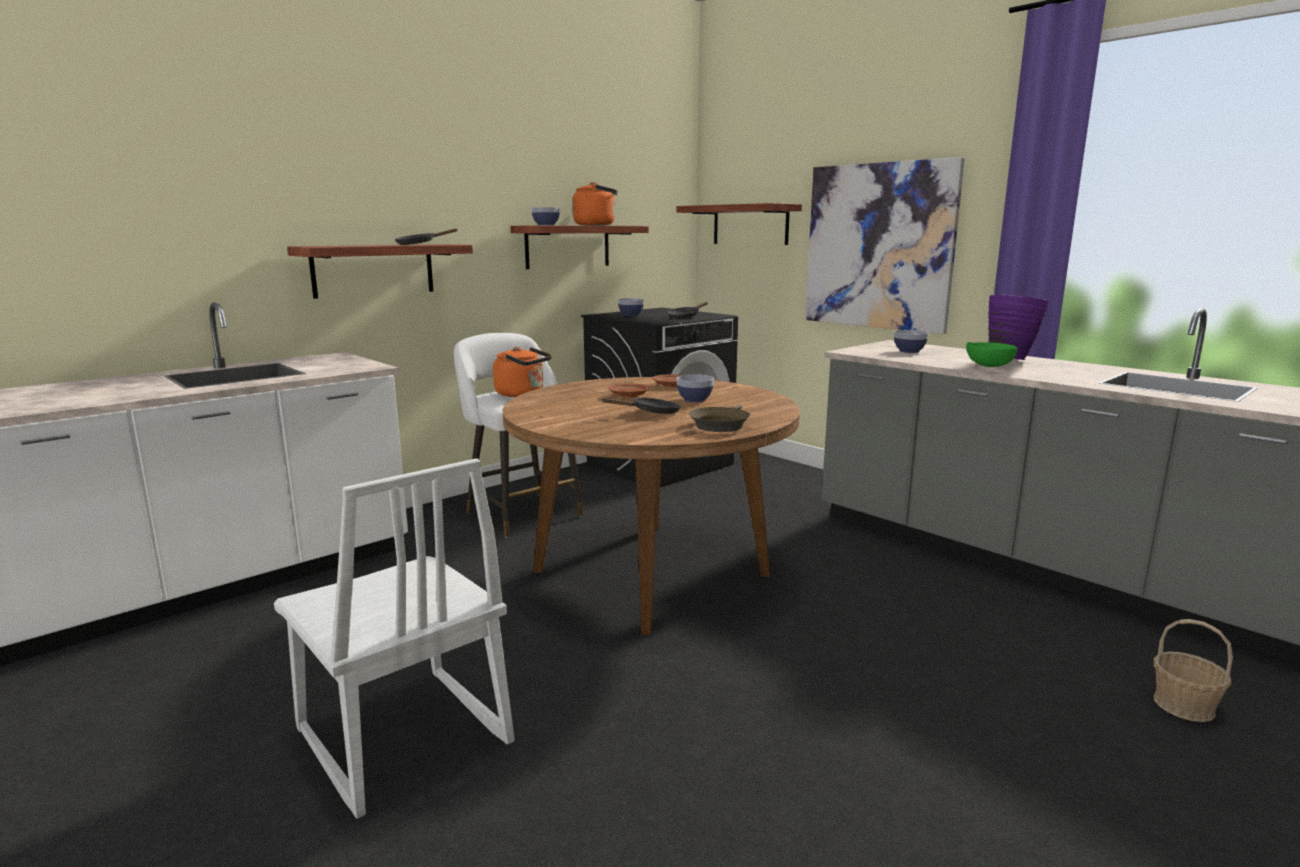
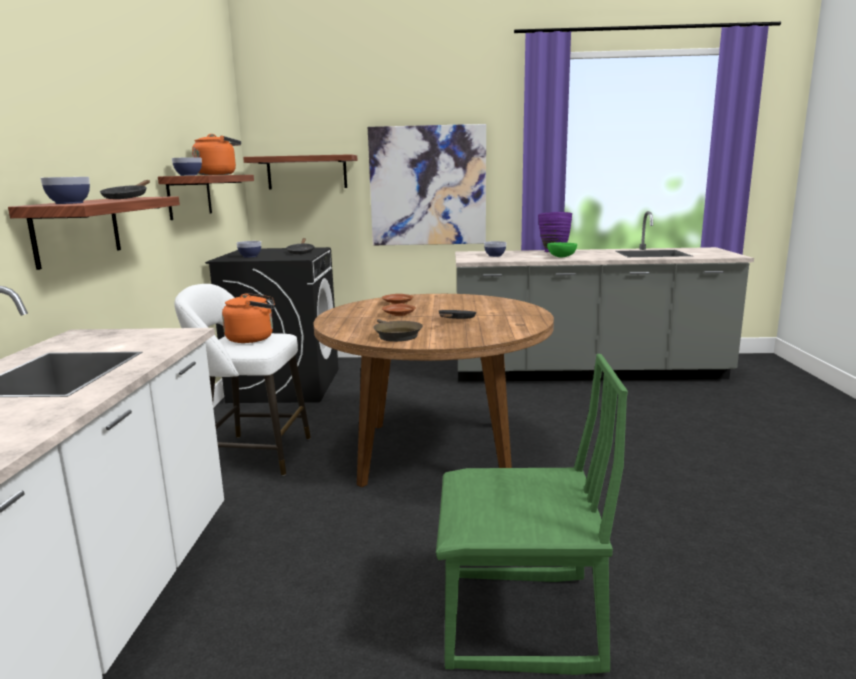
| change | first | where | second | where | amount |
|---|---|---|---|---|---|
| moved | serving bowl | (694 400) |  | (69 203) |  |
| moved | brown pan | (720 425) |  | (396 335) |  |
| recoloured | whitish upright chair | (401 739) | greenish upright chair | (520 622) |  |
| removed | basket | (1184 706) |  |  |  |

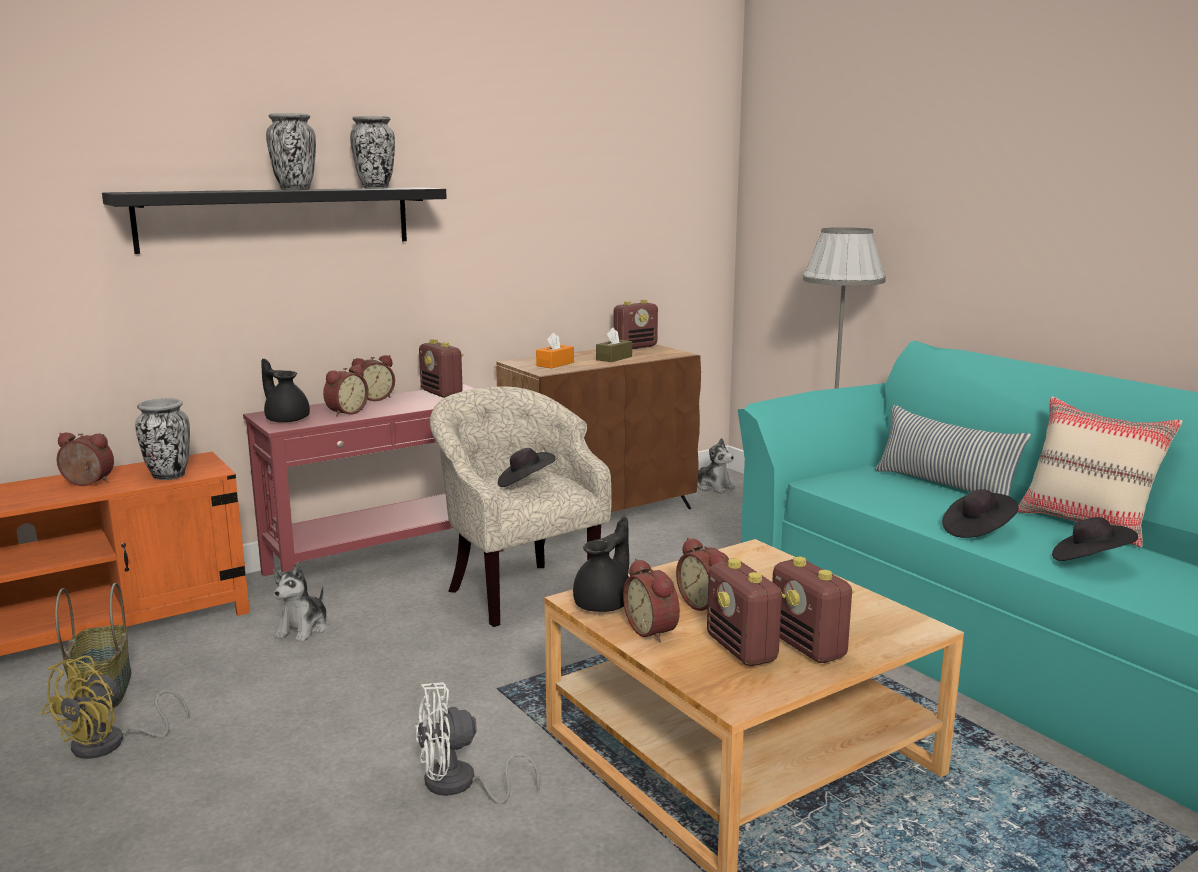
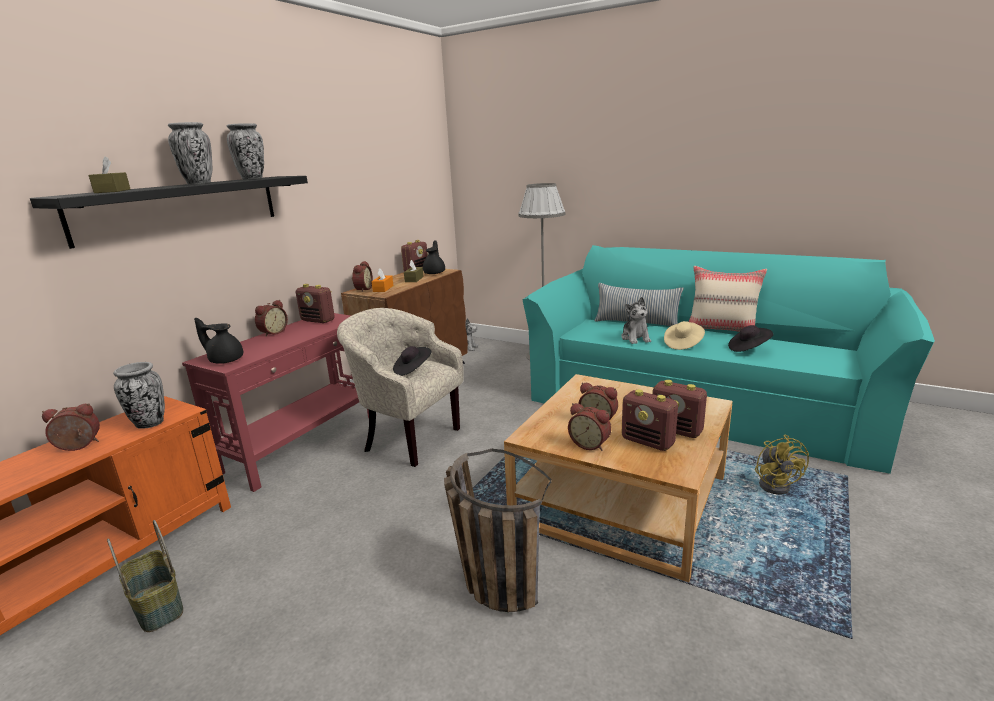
| change | first | where | second | where | amount |
|---|---|---|---|---|---|
| added |  |  | brown box of tissues | (112 191) |  |
| moved | bedside clock | (345 412) |  | (362 289) |  |
| moved | black teapot | (605 604) |  | (435 273) |  |
| replaced | whitish electric fan | (459 785) | basket | (489 578) |  |
| moved | cuddly toy | (304 629) |  | (635 338) |  |
| recoloured | black hat | (977 531) | beige-coloured hat | (683 344) |  |
| moved | yellow electric fan | (110 744) |  | (776 484) |  |

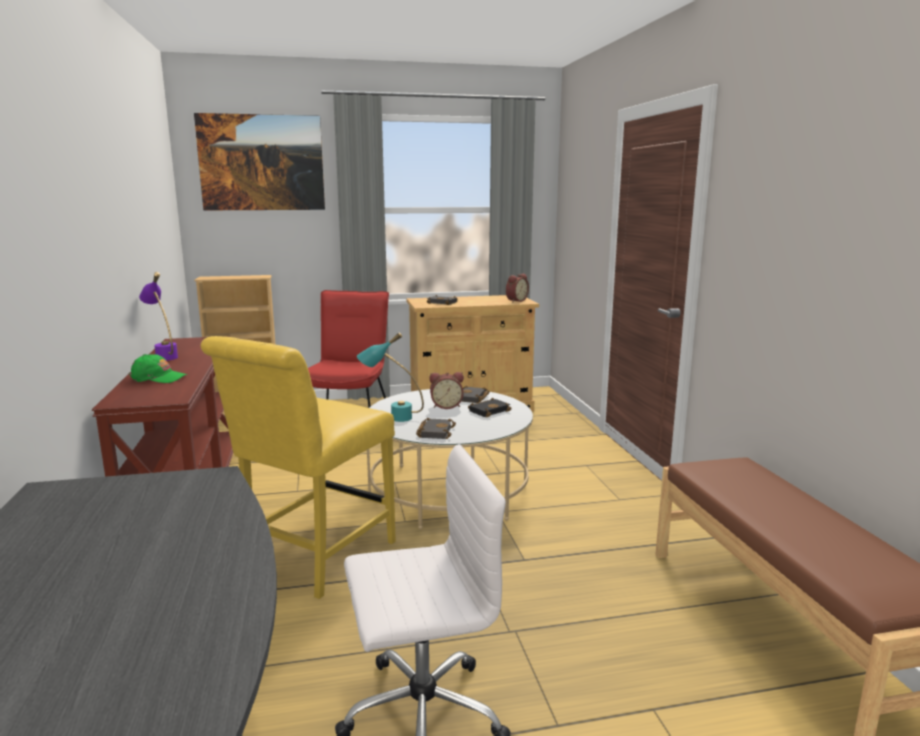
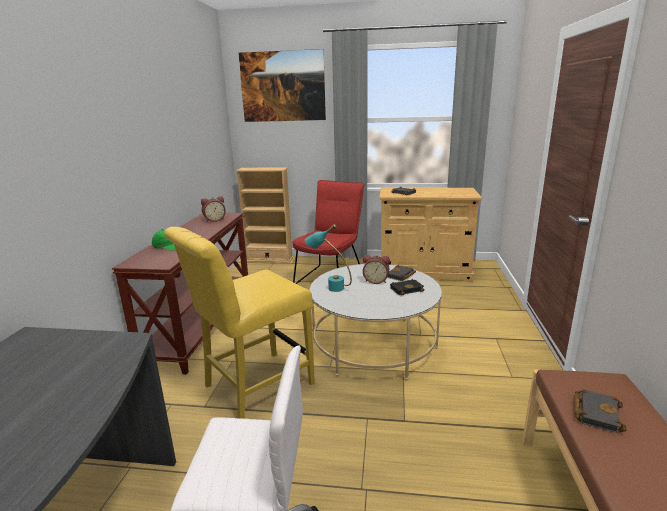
| change | first | where | second | where | amount |
|---|---|---|---|---|---|
| moved | bedside clock | (515 301) |  | (214 220) |  |
| moved | black book | (434 432) |  | (595 412) |  |
| removed | purple-coloured table lamp | (163 356) |  |  |  |

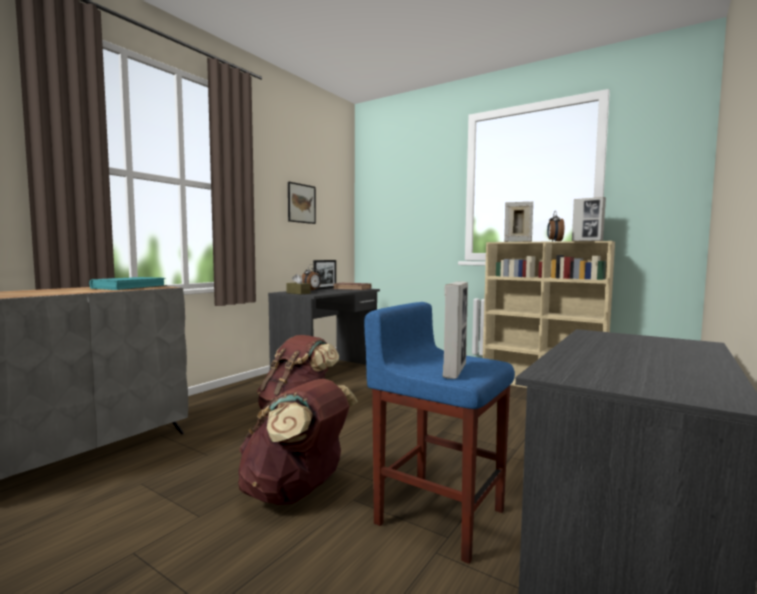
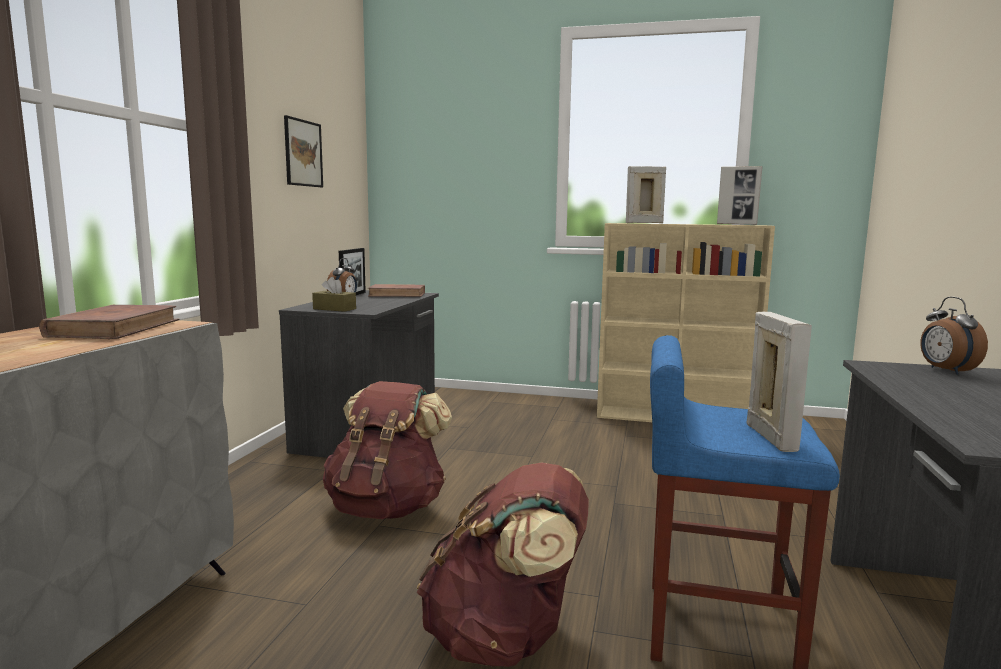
| change | first | where | second | where | amount |
|---|---|---|---|---|---|
| recoloured | blue-green book | (130 287) | brown book | (115 328) |  |
| moved | bedside clock | (554 241) |  | (945 371) |  |

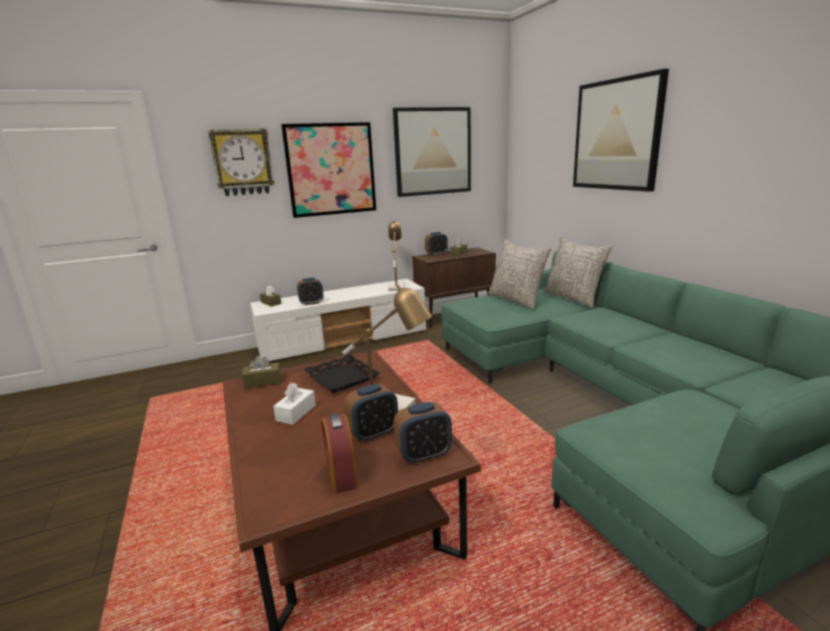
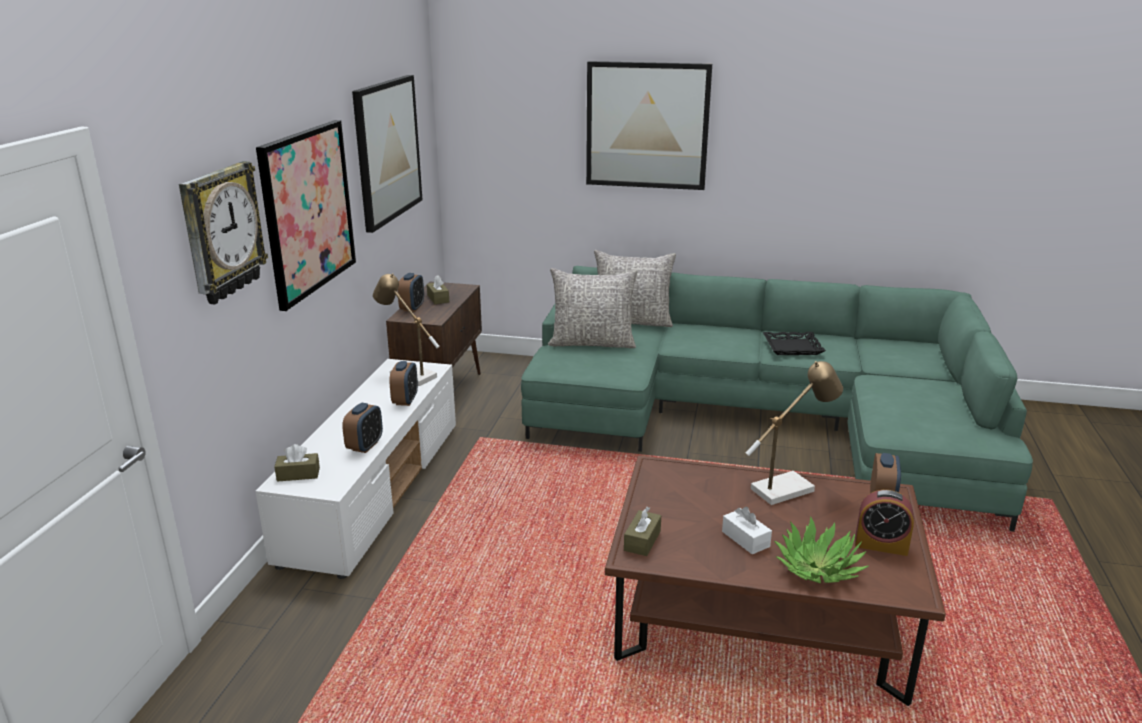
| change | first | where | second | where | amount |
|---|---|---|---|---|---|
| moved | bedside clock | (373 433) |  | (405 400) |  |
| moved | black tray | (342 378) |  | (792 347) |  |
| added |  |  | potted plant | (818 568) |  |

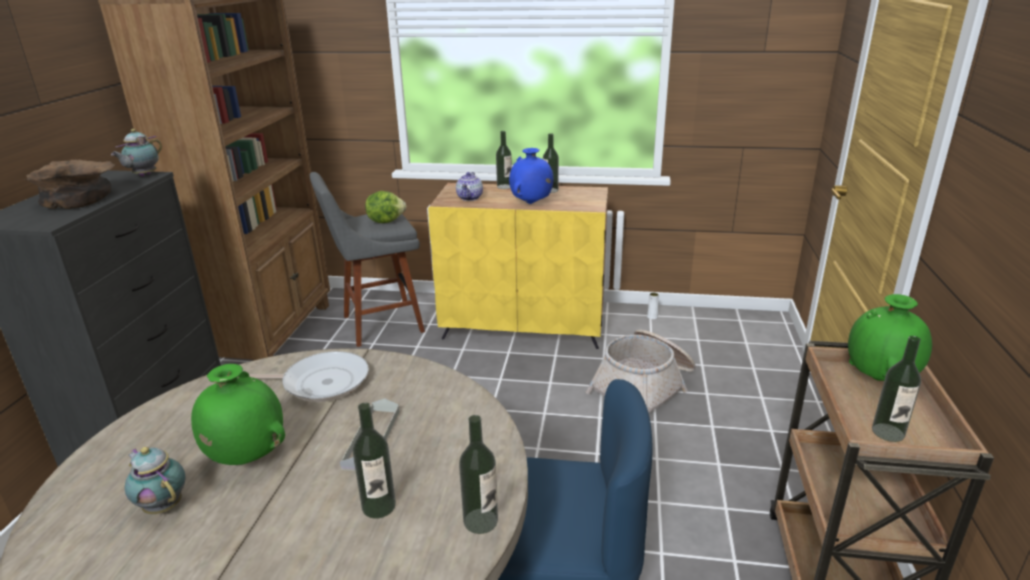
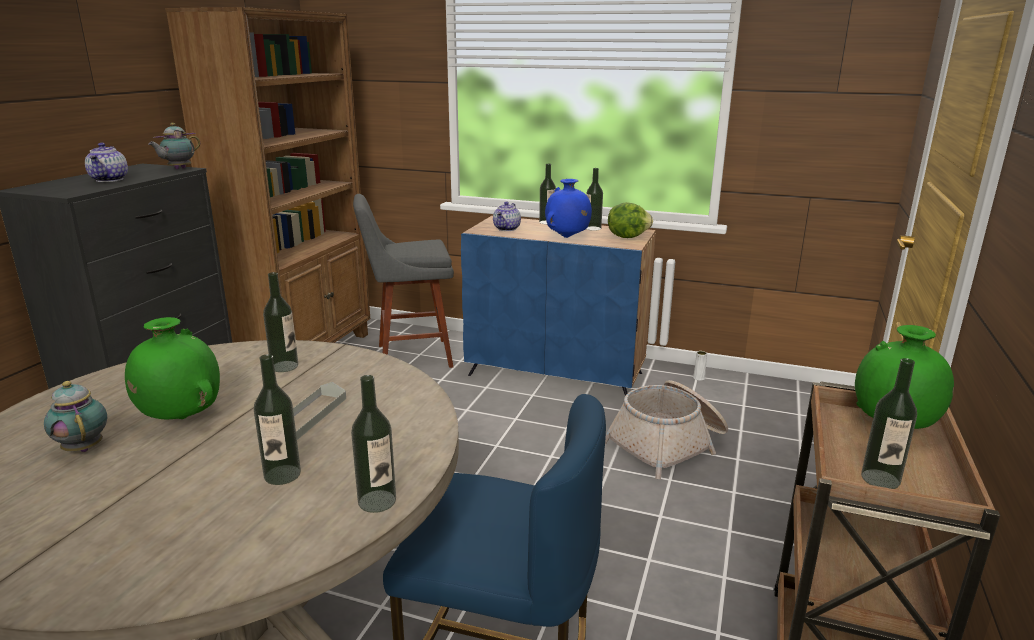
| change | first | where | second | where | amount |
|---|---|---|---|---|---|
| replaced | brown serving bowl | (79 199) | teapot | (110 180) |  |
| replaced | pan | (321 382) | drink bottle | (284 366) |  |
| recoloured | yellow cabinet | (524 327) | blue-coloured cabinet | (556 374) |  |
| moved | head of lettuce | (385 221) |  | (627 236) |  |

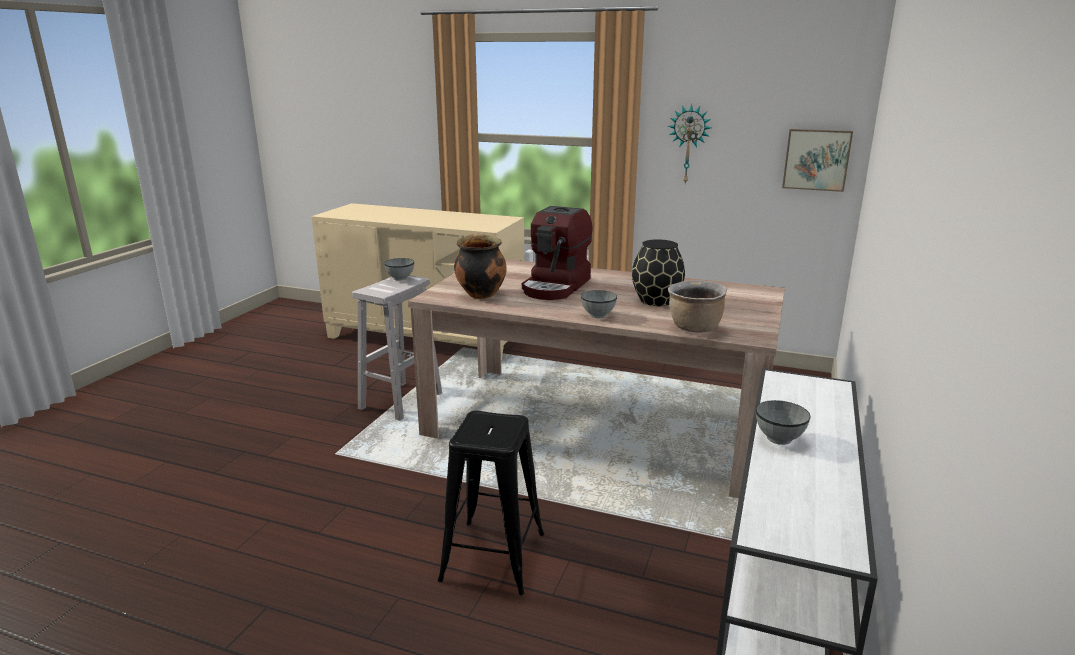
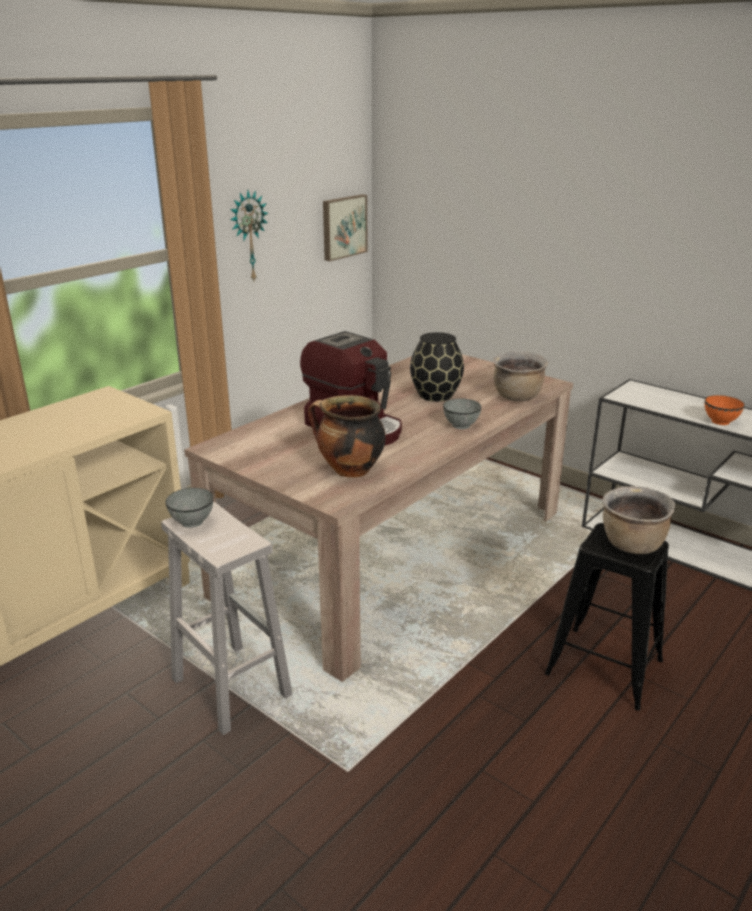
| change | first | where | second | where | amount |
|---|---|---|---|---|---|
| added |  |  | brown saucepot | (632 545) |  |
| recoloured | grey serving bowl | (779 438) | orangey serving bowl | (720 421) |  |

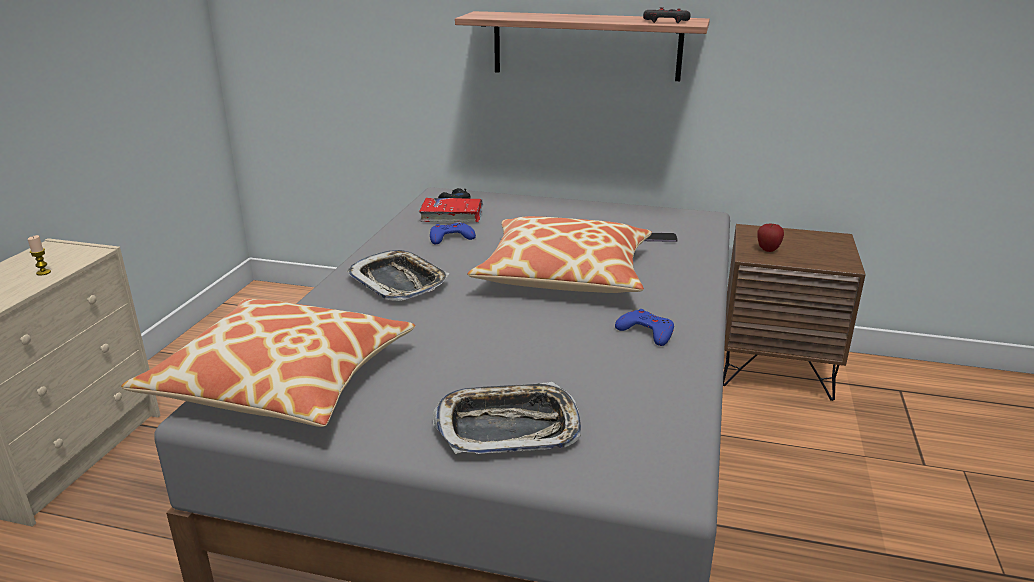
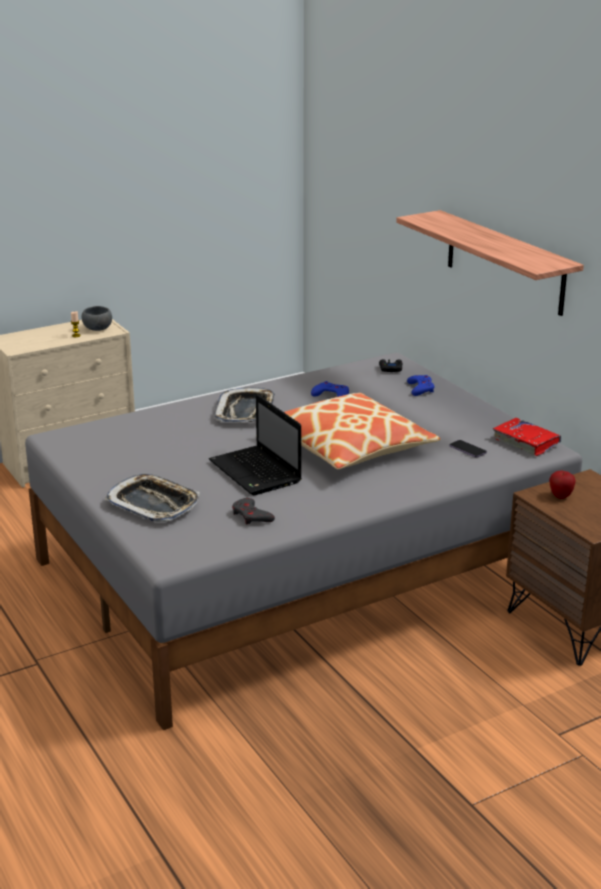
| change | first | where | second | where | amount |
|---|---|---|---|---|---|
| added |  |  | grey serving bowl | (97 329) |  |
| added |  |  | portable computer | (256 472) |  |
| moved | grey game controller | (666 21) |  | (251 516) |  |
| moved | blue-coloured game controller | (646 332) |  | (420 389) |  |
| moved | red book | (452 216) |  | (526 442) |  |
| removed | cushion | (283 381) |  |  |  |

